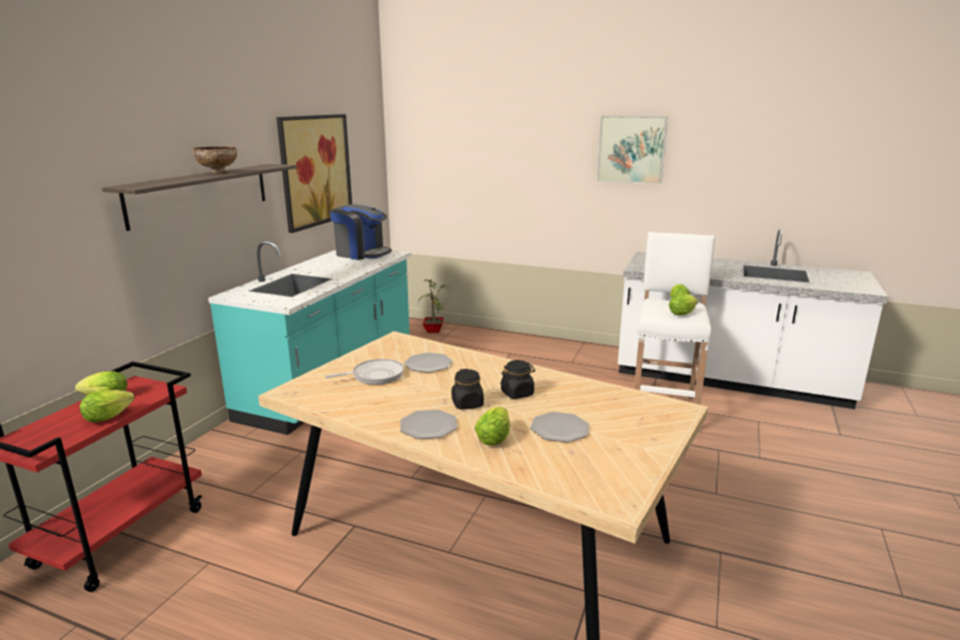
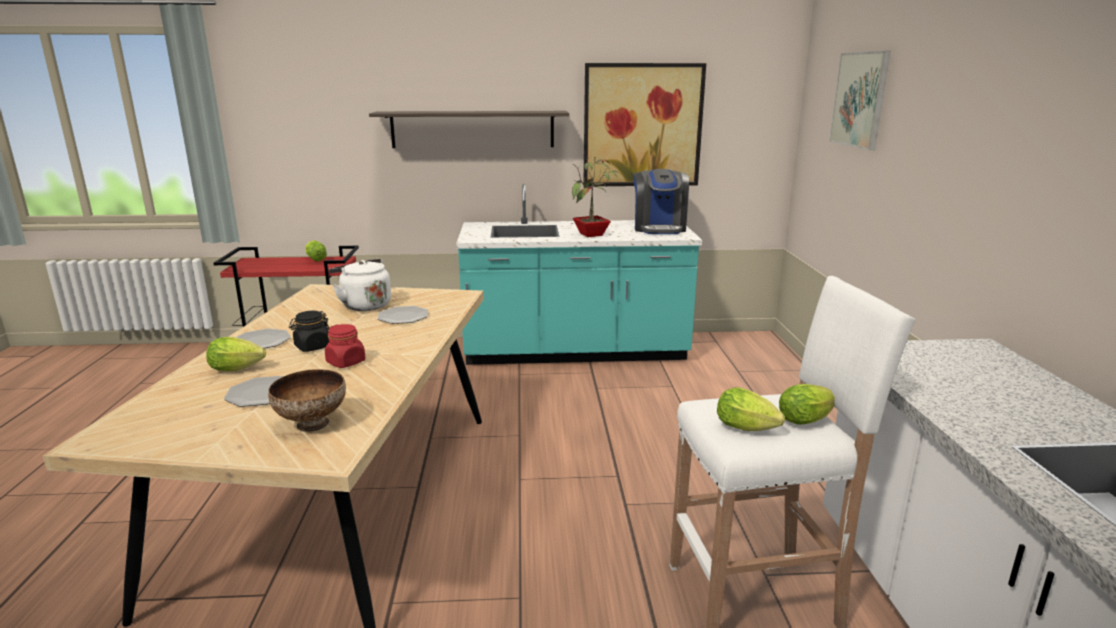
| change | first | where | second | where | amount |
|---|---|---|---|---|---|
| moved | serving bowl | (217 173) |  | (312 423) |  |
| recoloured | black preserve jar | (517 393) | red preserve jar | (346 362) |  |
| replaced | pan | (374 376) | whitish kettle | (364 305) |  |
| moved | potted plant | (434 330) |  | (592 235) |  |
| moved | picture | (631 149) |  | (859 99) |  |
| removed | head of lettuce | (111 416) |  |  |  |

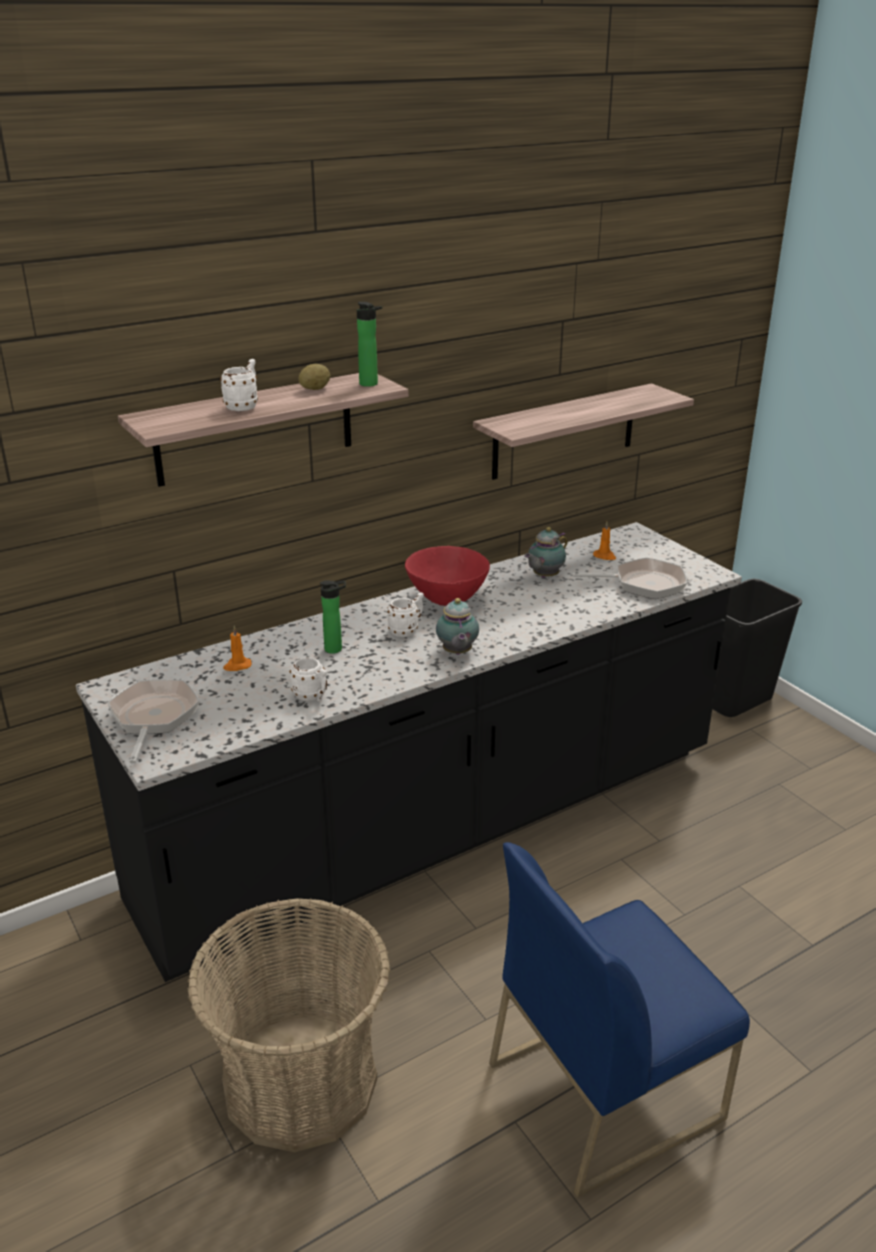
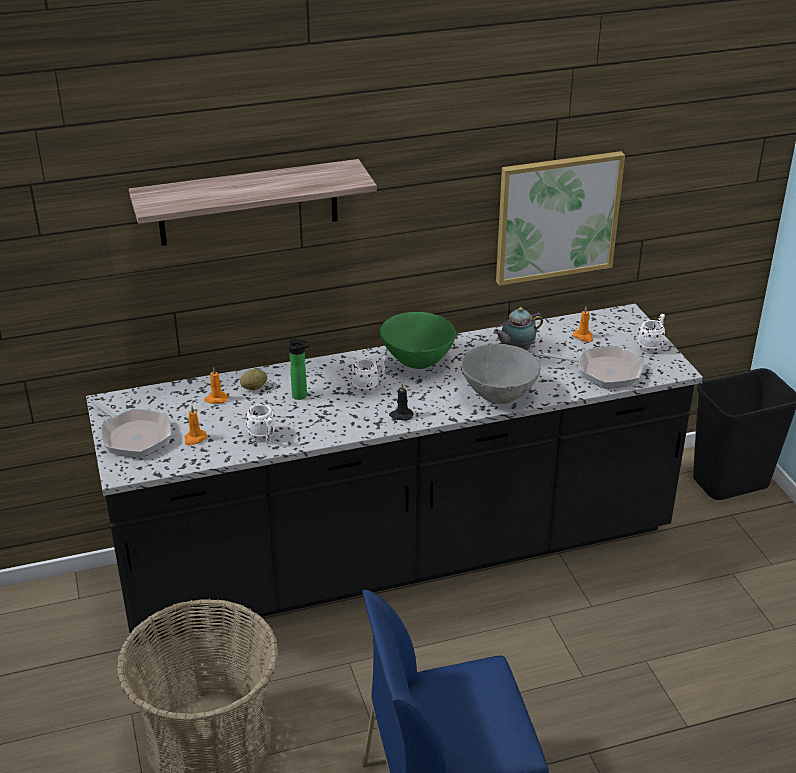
| change | first | where | second | where | amount |
|---|---|---|---|---|---|
| turned | pan | (153 718) |  | (133 436) | 120 degrees clockwise |
| added |  |  | orangey wax candle | (194 439) |  |
| moved | spud | (315 389) |  | (254 387) |  |
| recoloured | red serving bowl | (447 600) | greenish serving bowl | (417 362) |  |
| replaced | teapot | (457 653) | black wax candle | (401 415) |  |
| added |  |  | grey serving bowl | (498 396) |  |
| replaced | wall shelf | (564 431) | picture | (557 217) |  |
| moved | whitish coffee mug | (244 406) |  | (651 346) |  |
| removed | drink bottle | (370 384) |  |  |  |

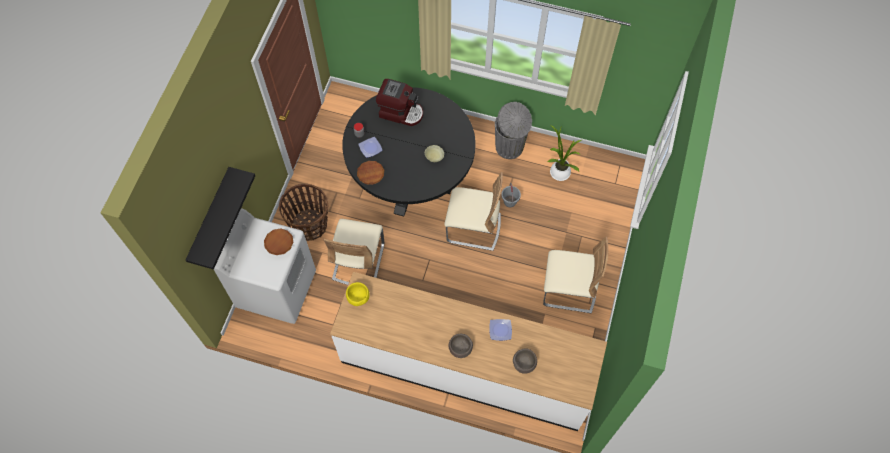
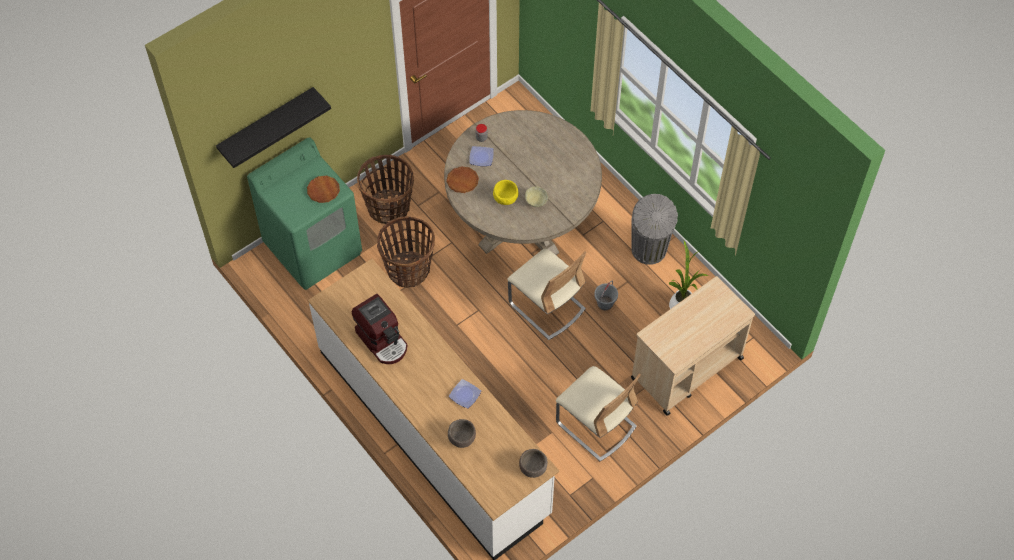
| change | first | where | second | where | amount |
|---|---|---|---|---|---|
| recoloured | whitish laundry machine | (277 288) | greenish laundry machine | (313 248) |  |
| moved | coffee machine | (401 112) |  | (383 340) |  |
| replaced | beige-coloured upright chair | (358 261) | basket | (408 269) |  |
| recoloured | black kitchen table | (411 179) | beige-coloured kitchen table | (522 222) |  |
| moved | yellow serving bowl | (358 298) |  | (505 199) |  |
| moved | brown serving bowl | (460 349) |  | (533 468) |  |
| added |  |  | beige-coloured trolley | (686 368) |  |

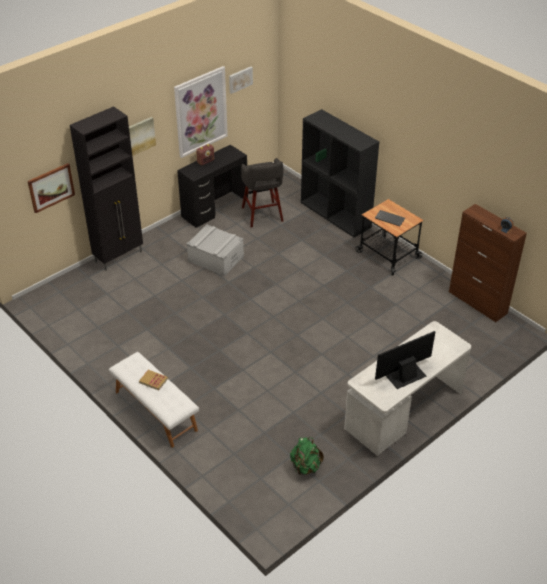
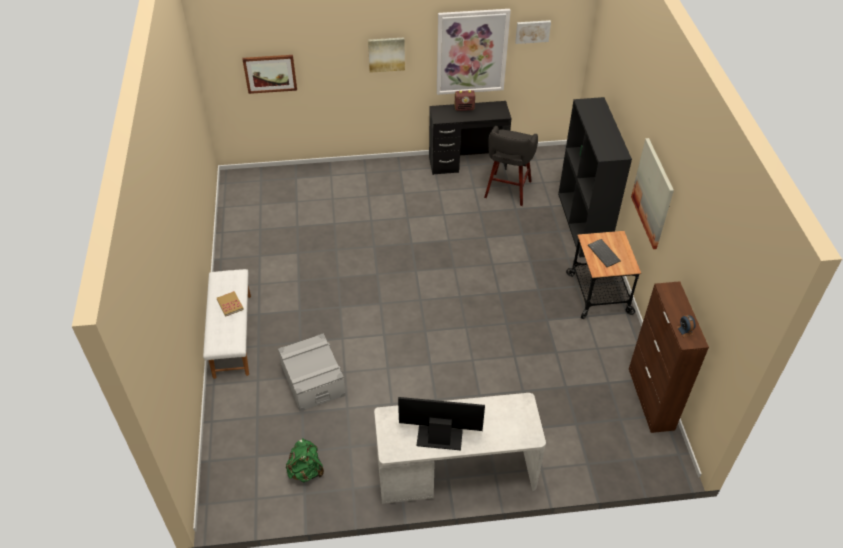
| change | first | where | second | where | amount |
|---|---|---|---|---|---|
| moved | grey storage bin | (215 259) |  | (313 381) |  |
| added |  |  | picture | (653 193) |  |
| removed | black cabinet | (119 256) |  |  |  |

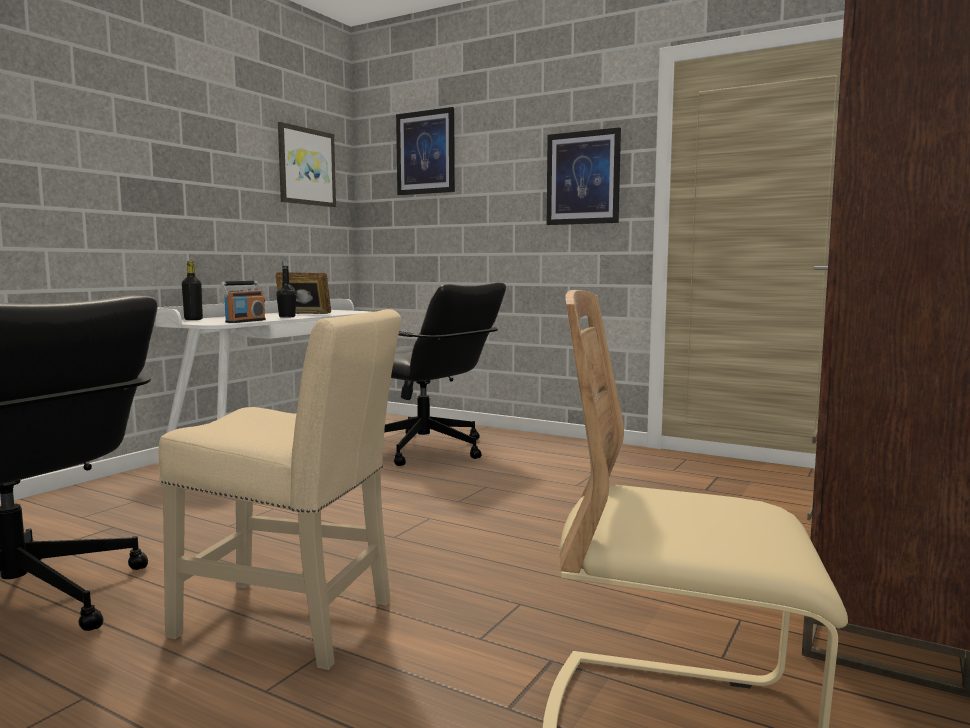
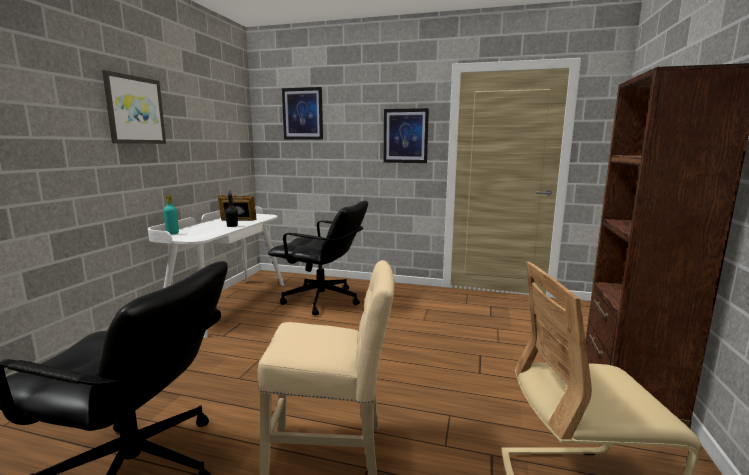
| change | first | where | second | where | amount |
|---|---|---|---|---|---|
| moved | picture | (306 166) |  | (135 110) |  |
| recoloured | black drink bottle | (193 319) | blue-green drink bottle | (172 233) |  |
| removed | radio set | (245 321) |  |  |  |

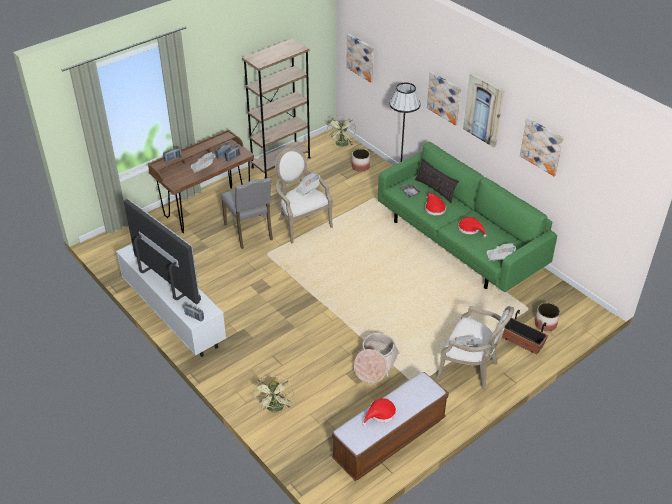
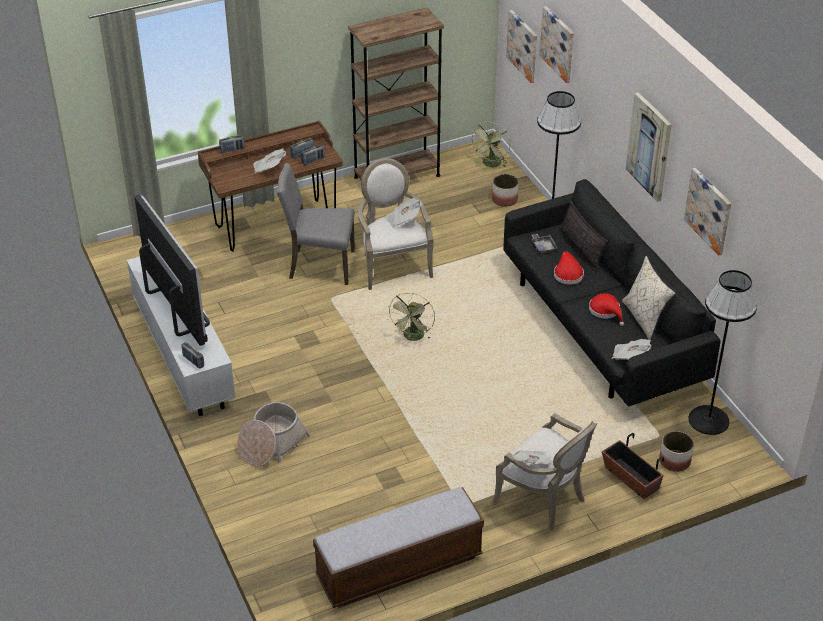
| change | first | where | second | where | amount |
|---|---|---|---|---|---|
| moved | basket | (375 364) |  | (271 444) |  |
| turned | grey upright chair | (250 232) |  | (320 265) | 105 degrees clockwise |
| moved | greenish electric fan | (275 409) |  | (413 338) |  |
| recoloured | greenish settee | (458 242) | black settee | (599 327) |  |
| moved | picture | (444 98) |  | (558 44) |  |
| added |  |  | beige-coloured cushion | (644 318) |  |
| added |  |  | black standing lamp | (709 420) |  |
| removed | red hat | (380 414) |  |  |  |

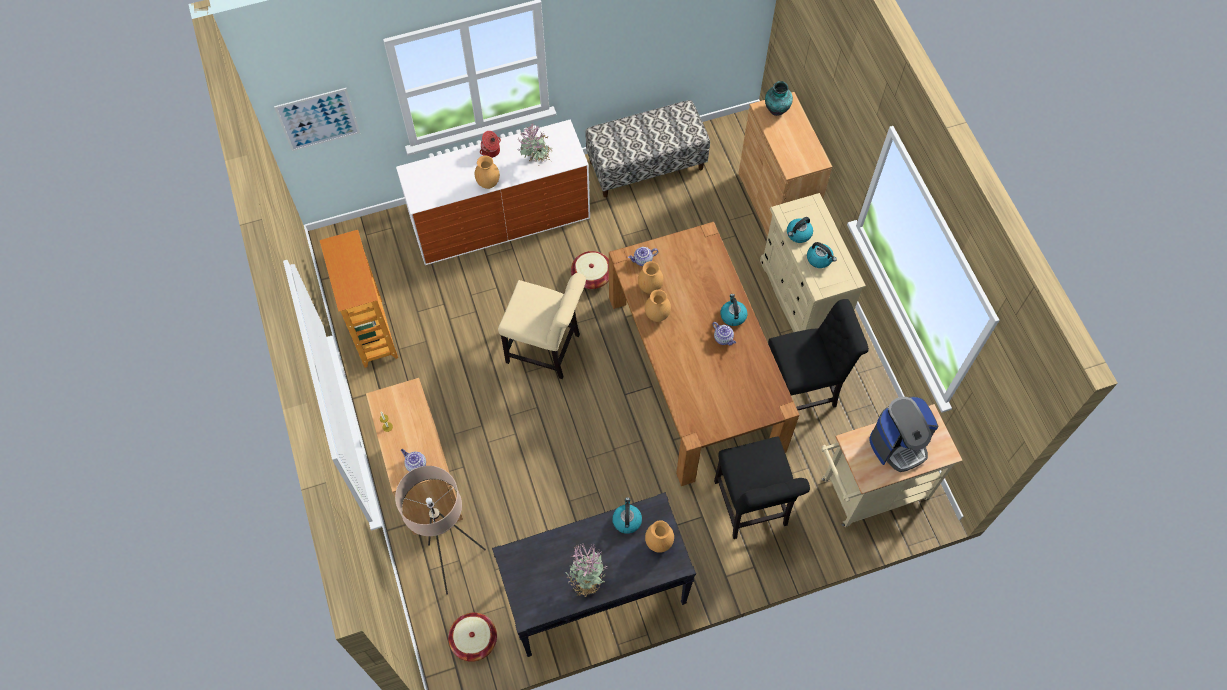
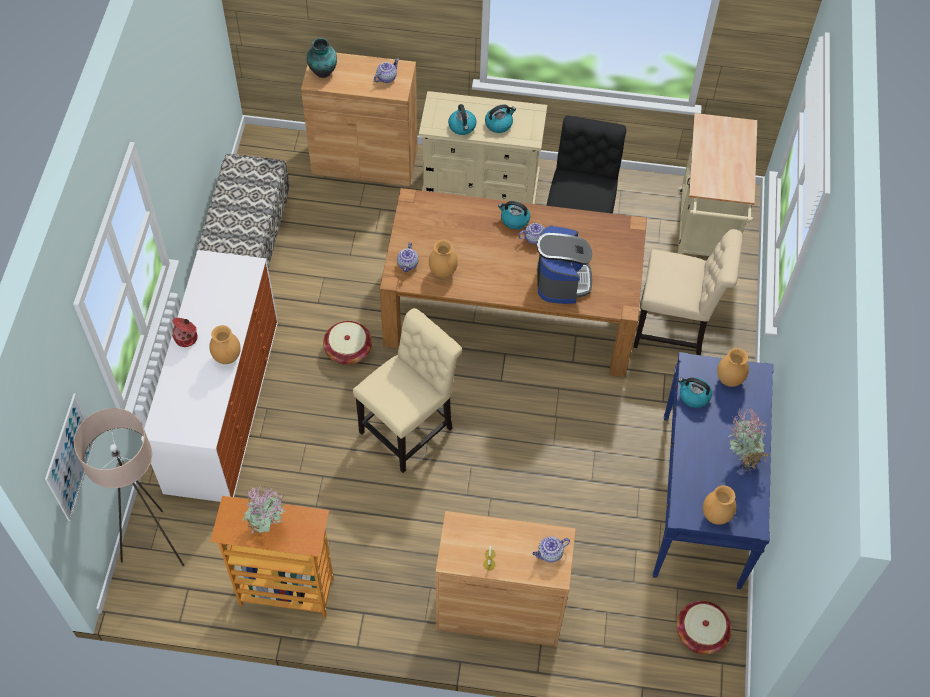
| change | first | where | second | where | amount |
|---|---|---|---|---|---|
| moved | beige-coloured standing lamp | (454 562) |  | (156 545) |  |
| moved | potted plant | (536 162) |  | (267 526) |  |
| added |  |  | teapot | (386 77) |  |
| moved | coffee machine | (899 444) |  | (562 280) |  |
| recoloured | black upright chair | (751 507) | beige-coloured upright chair | (675 330) |  |
| recoloured | black narrow table | (594 594) | blue-coloured narrow table | (701 501) |  |
| moved | brown decorative vase | (657 315) |  | (716 515) |  |

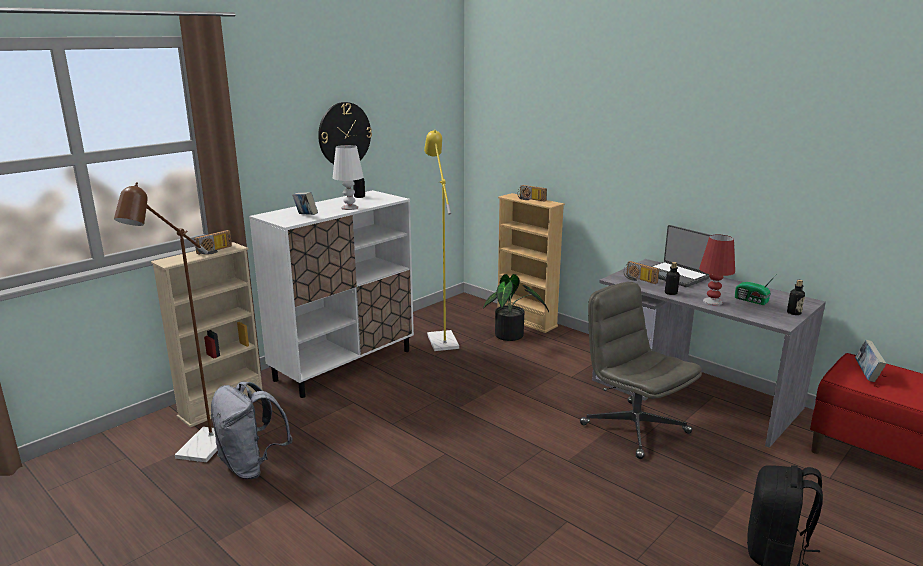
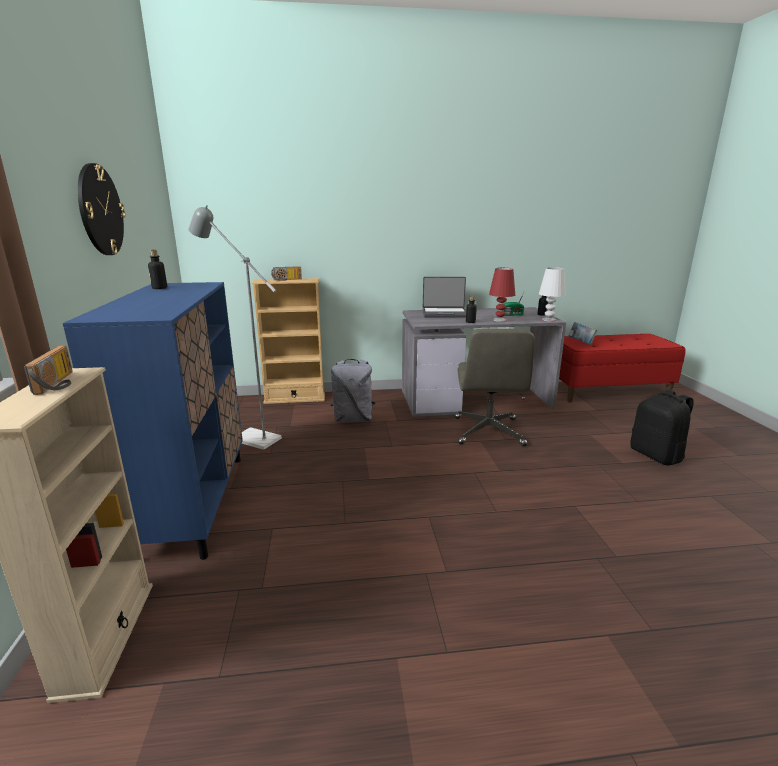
| change | first | where | second | where | amount |
|---|---|---|---|---|---|
| recoloured | whitish cabinet | (344 365) | blue-coloured cabinet | (194 503) |  |
| recoloured | yellow standing lamp | (441 338) | grey standing lamp | (250 438) |  |
| moved | grey rucksack | (252 466) |  | (353 419) |  |
| turned | grey desk chair | (633 428) |  | (488 432) | 90 degrees counterclockwise |
| moved | whitish table lamp | (350 207) |  | (549 319) |  |
| removed | brown standing lamp | (199 452) |  |  |  |
| removed | book | (306 216) |  |  |  |
| removed | potted plant | (512 336) |  |  |  |
| removed | radio set | (638 280) |  |  |  |

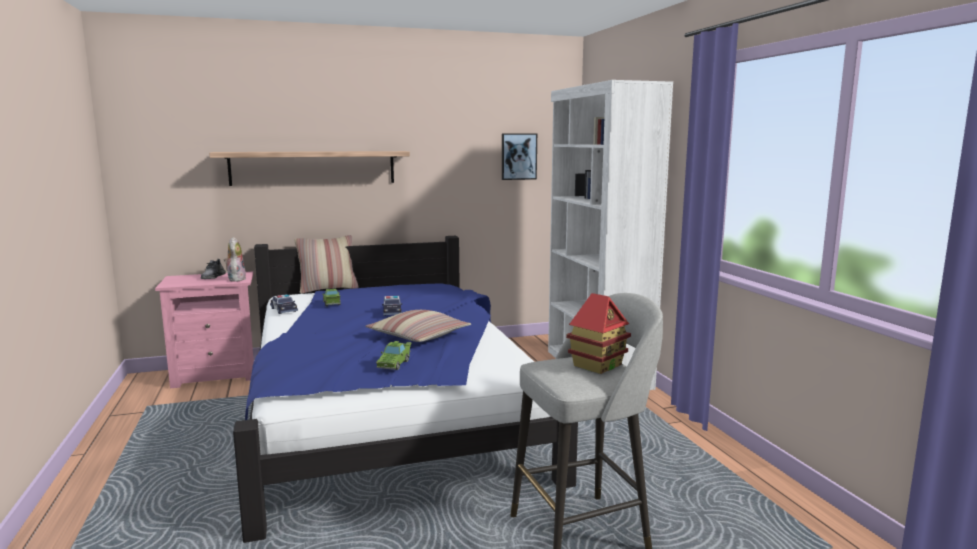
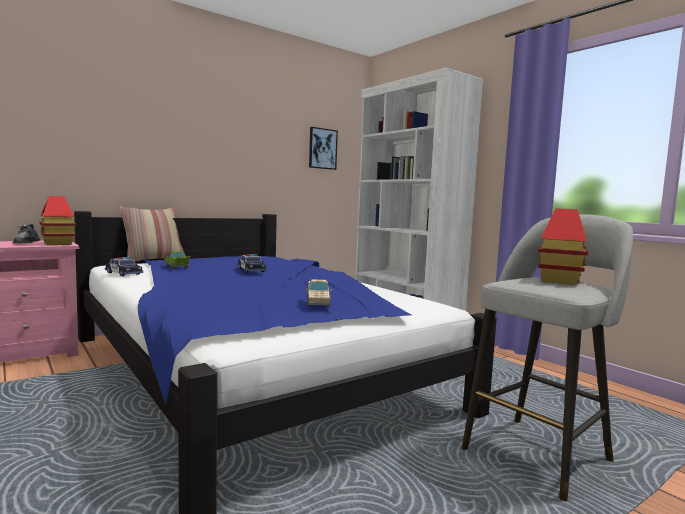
| change | first | where | second | where | amount |
|---|---|---|---|---|---|
| replaced | cuddly toy | (235 279) | miniature house | (58 243) |  |
| recoloured | greenish toy car | (394 363) | beige-coloured toy car | (318 302) |  |
| removed | wall shelf | (313 167) |  |  |  |
| removed | cushion | (418 336) |  |  |  |

